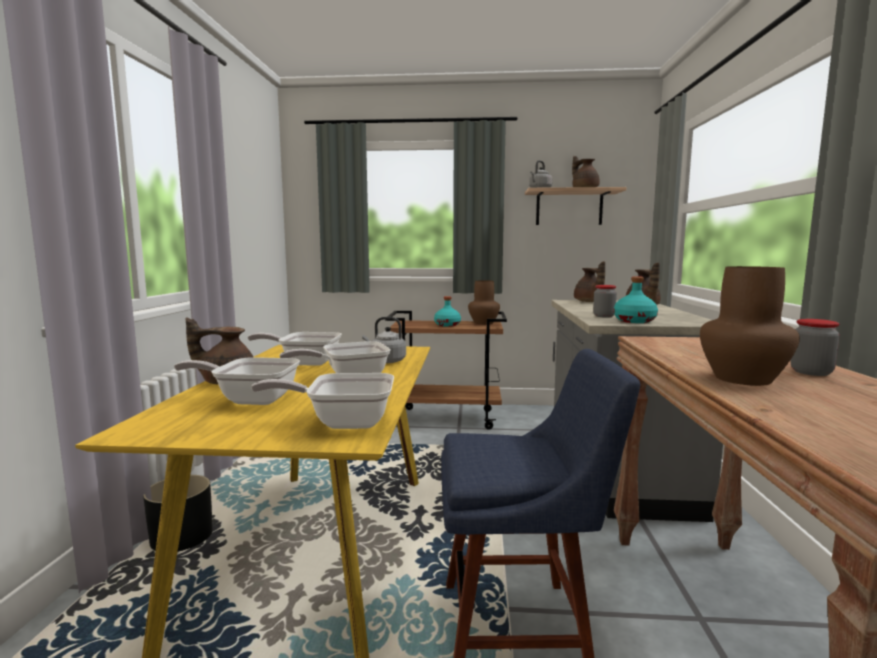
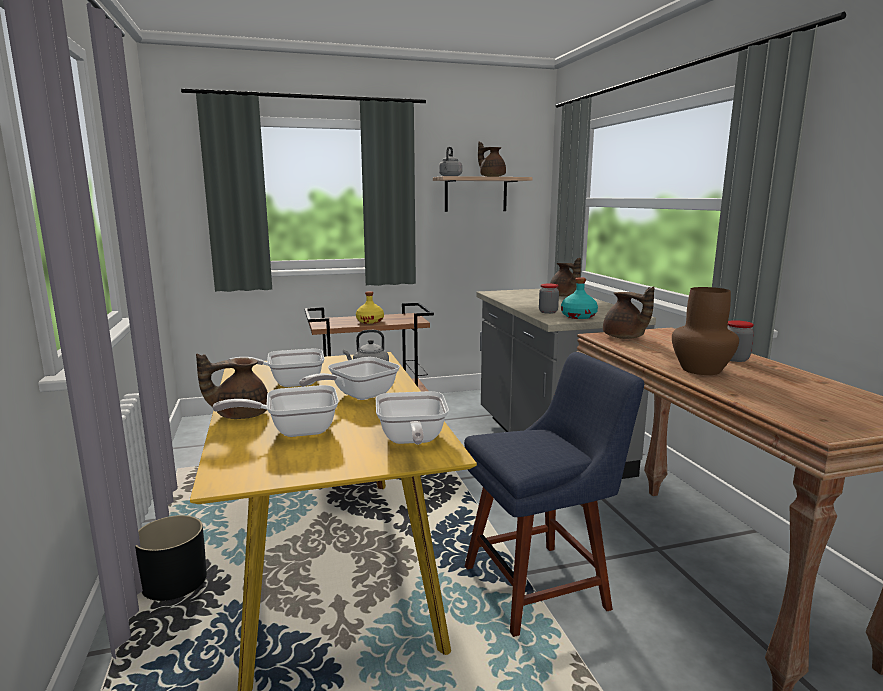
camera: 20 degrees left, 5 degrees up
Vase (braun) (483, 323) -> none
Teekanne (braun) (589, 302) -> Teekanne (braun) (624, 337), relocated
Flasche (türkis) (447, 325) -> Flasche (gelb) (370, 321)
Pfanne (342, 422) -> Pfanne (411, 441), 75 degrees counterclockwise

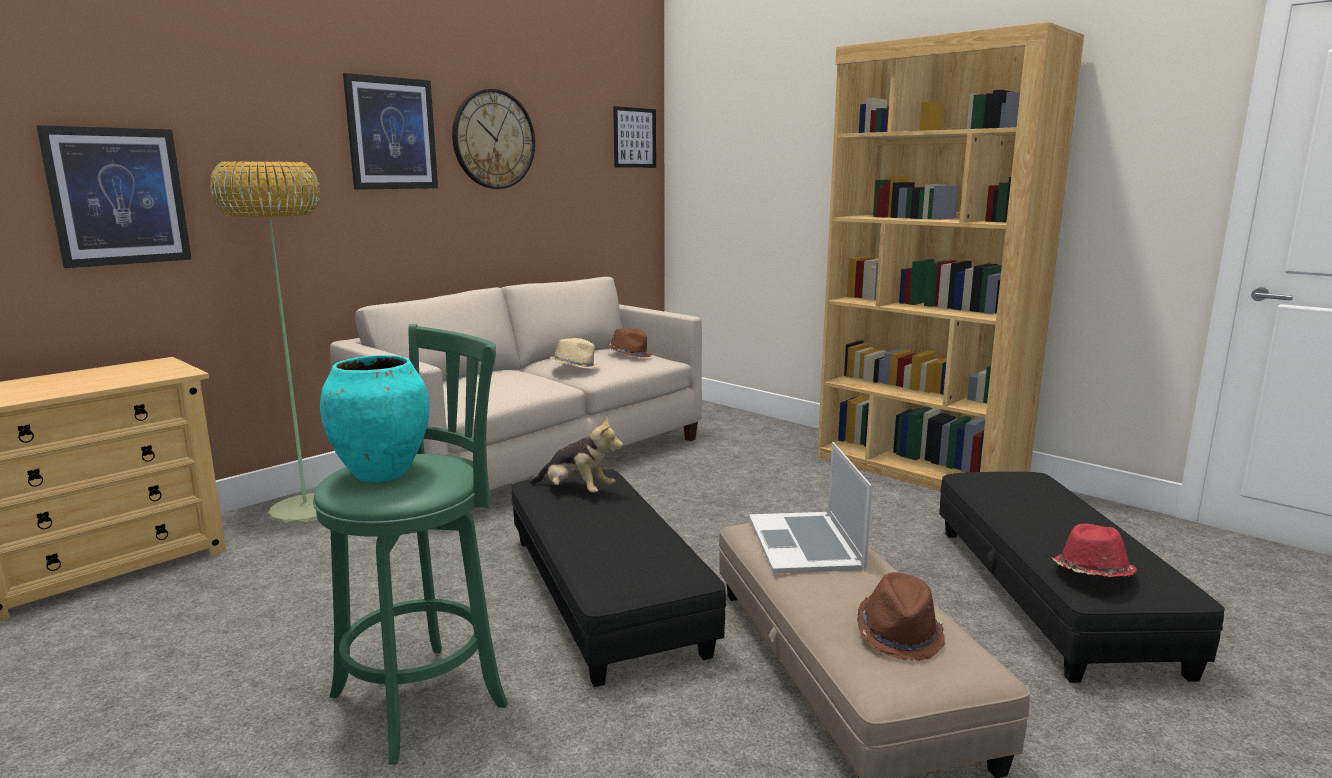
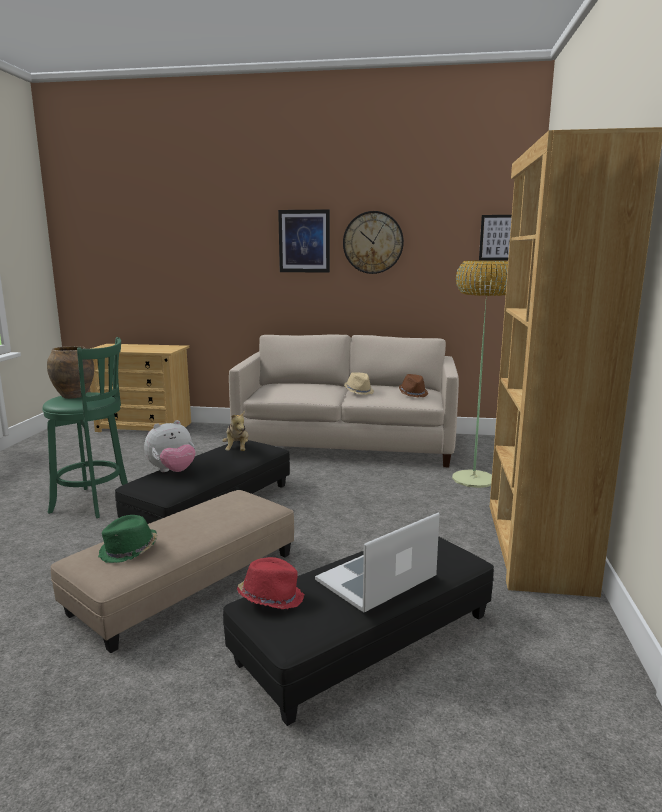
camera: 55 degrees right, 0 degrees up
Bild (118, 196) -> none
none -> Plüschtier (172, 471)
Stehlampe (306, 508) -> Stehlampe (474, 479), relocated
Laptop (805, 542) -> Laptop (377, 578), relocated
Vase (türkis) (380, 474) -> Vase (braun) (74, 396)
Hut (braun) (900, 634) -> Hut (grün) (129, 551)

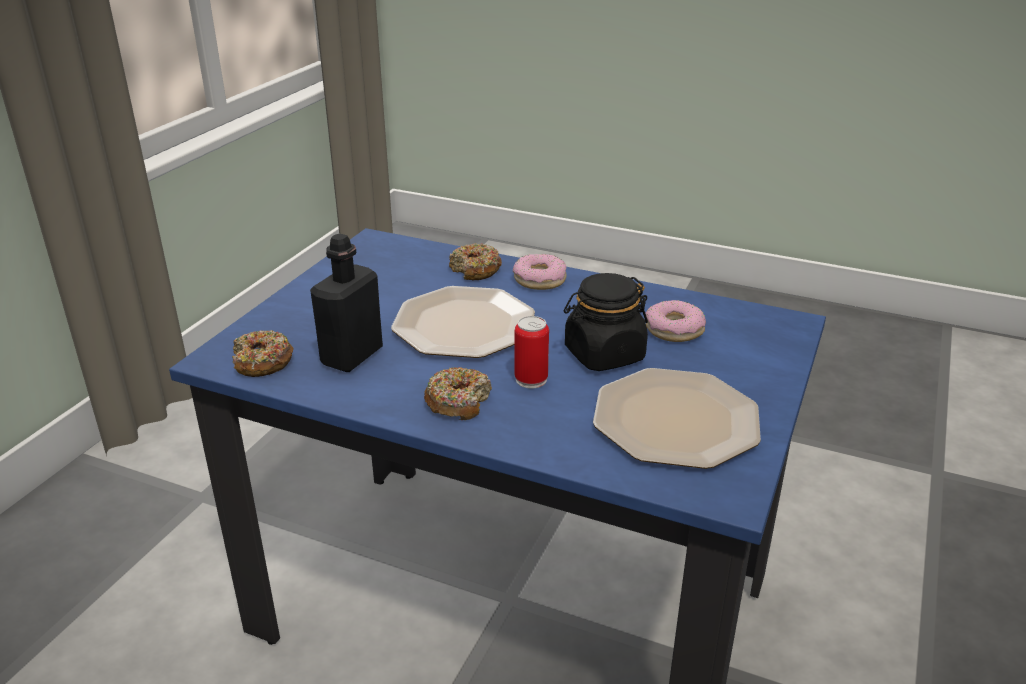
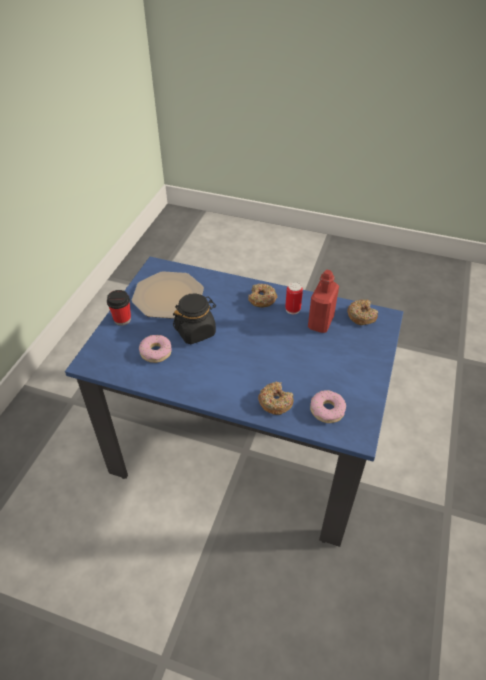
camera: 175 degrees right, 15 degrees up
Teller (464, 324) -> none
none -> Tasse (122, 319)
Donut (540, 280) -> Donut (327, 410), relocated
Dose (531, 379) -> Dose (292, 309), relocated
Flasche (schwarz) (352, 356) -> Flasche (rot) (320, 322)

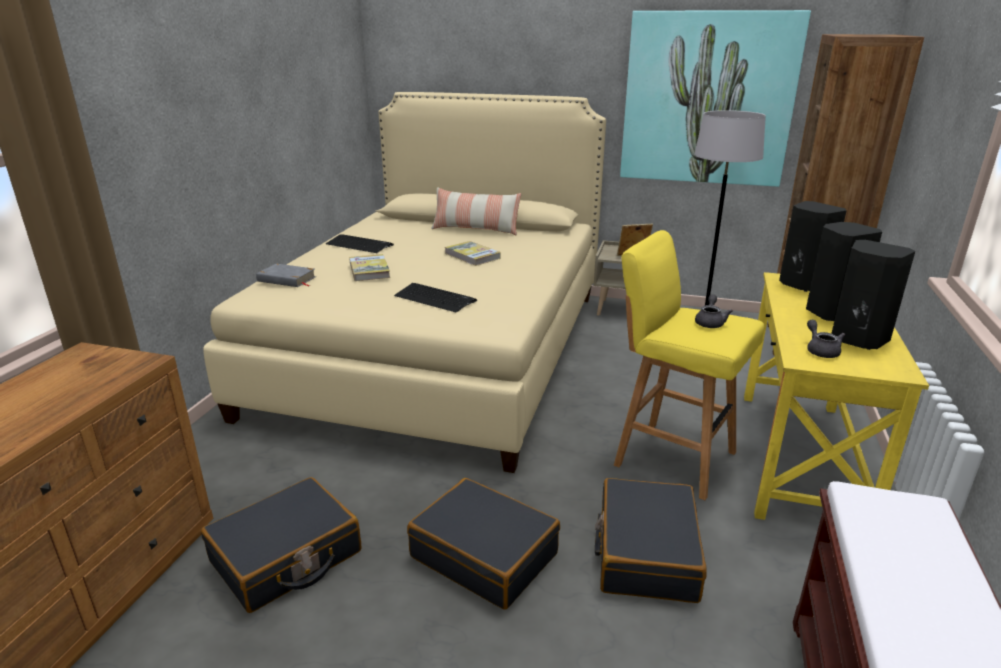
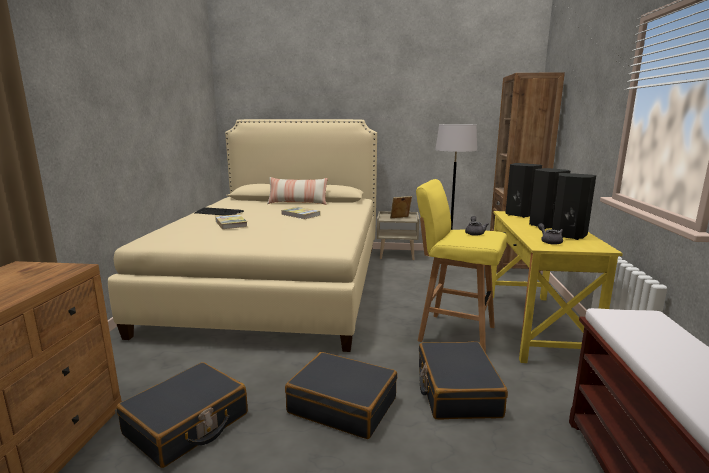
camera: 10 degrees left, 10 degrees down
Buch (grau) (286, 279) -> none
Tastatur (435, 298) -> none
Bild (707, 99) -> none

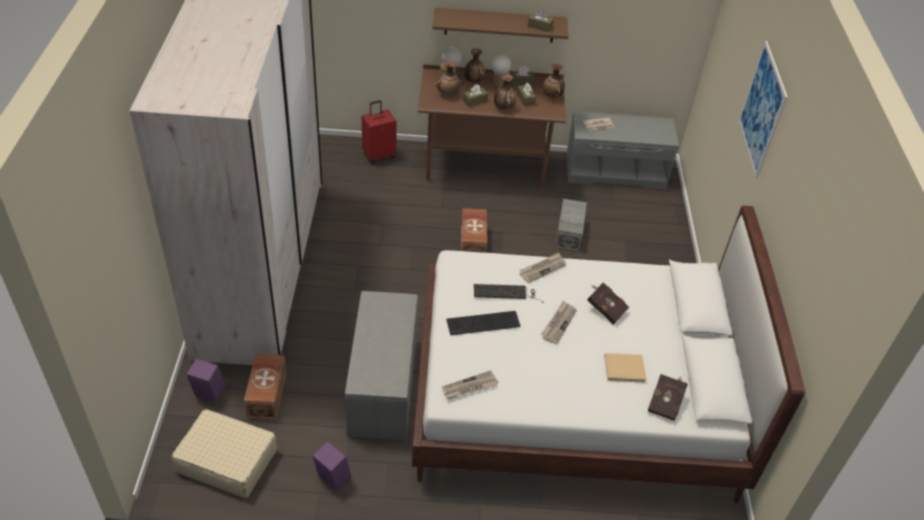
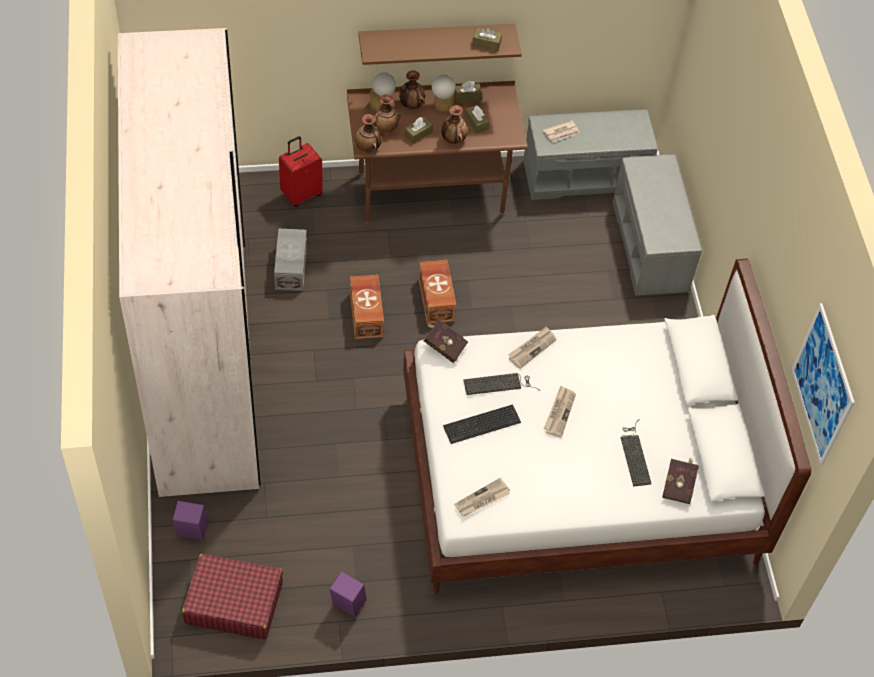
camera: 10 degrees left, 10 degrees up
Aufbewahrungsbox (braun) (268, 394) -> Aufbewahrungsbox (braun) (367, 314), relocated
Bank (grau) (384, 387) -> Bank (grau) (651, 246), relocated
Vase (552, 96) -> Vase (368, 148), relocated
Aufbewahrungsbox (grau) (568, 234) -> Aufbewahrungsbox (grau) (290, 268), relocated
Buch (rot) (605, 309) -> Buch (rot) (443, 346), relocated
Bild (762, 109) -> Bild (822, 385), relocated
Buch (beige) (626, 369) -> Tastatur (635, 454)
Koffer (beige) (226, 460) -> Koffer (rot) (233, 602)

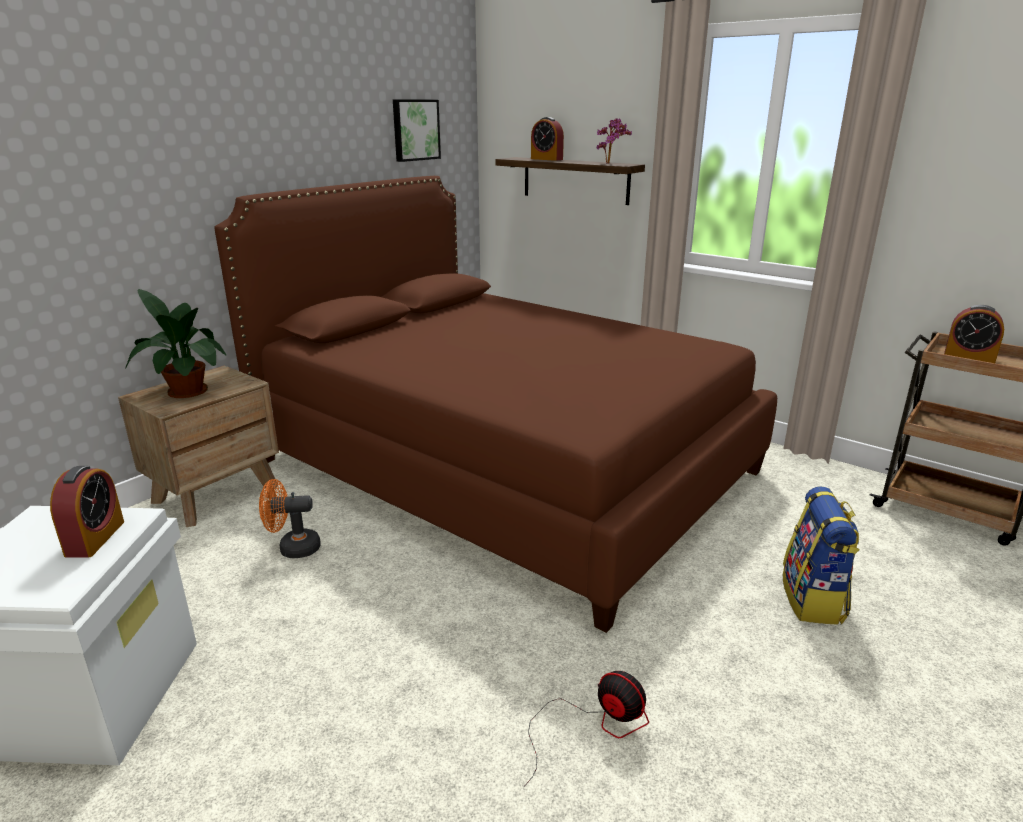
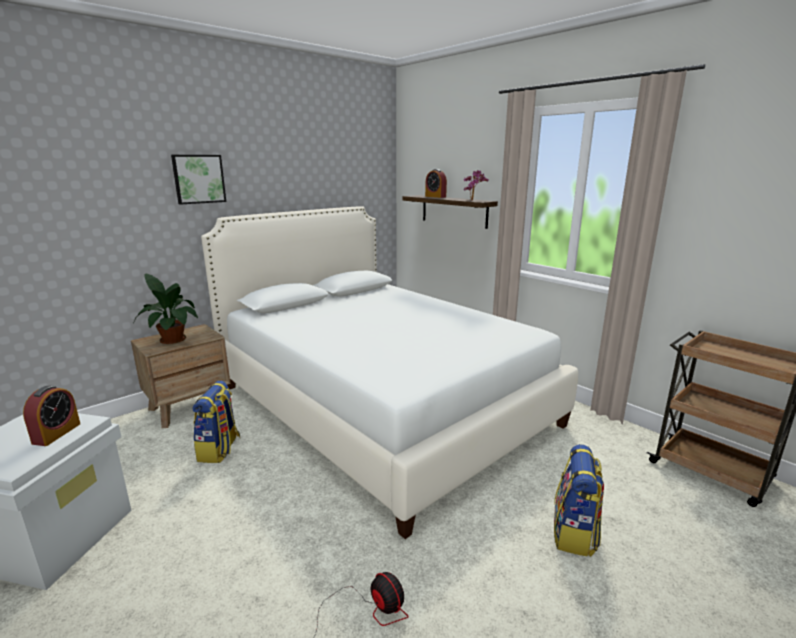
camera: 10 degrees right, 5 degrees down
Wecker (968, 358) -> none
Bild (415, 130) -> Bild (198, 179), relocated
Ventilator (orange) (293, 548) -> Rucksack (219, 450)
Bett (braun) (504, 465) -> Bett (weiß) (382, 404)

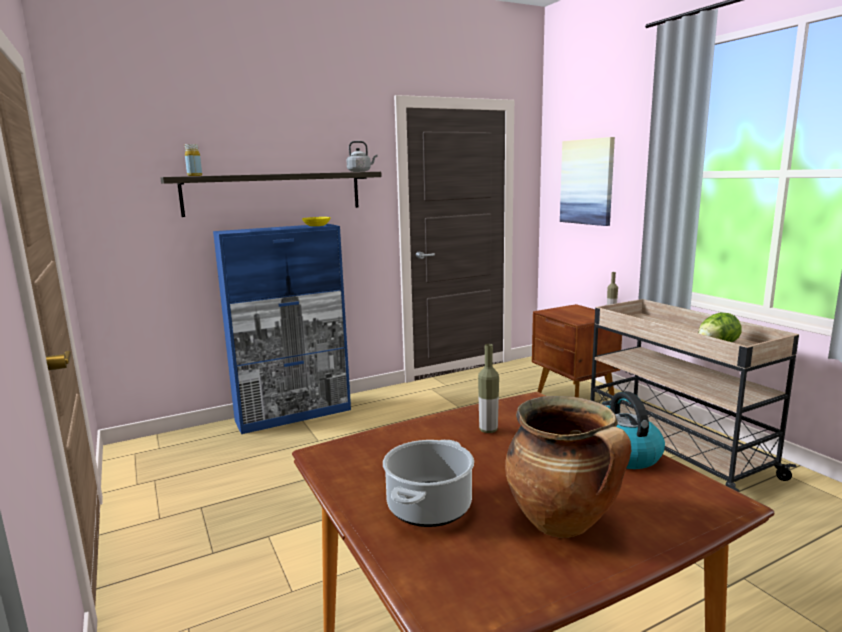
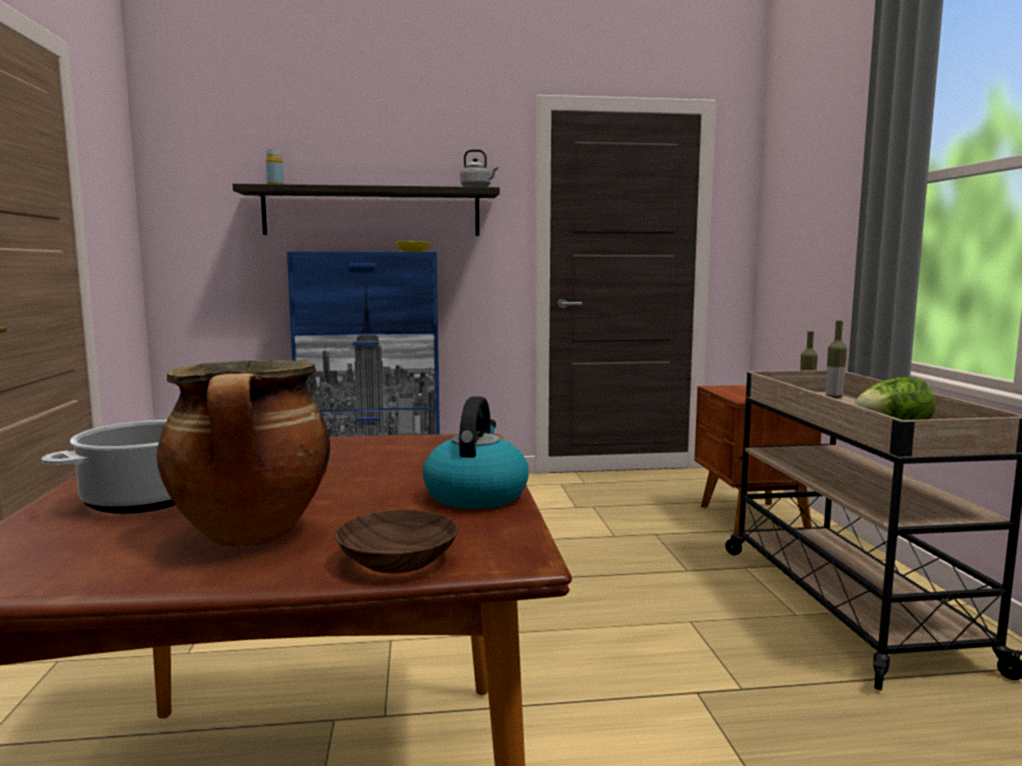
camera: 20 degrees right, 5 degrees down
Bild (587, 182) -> none
none -> Schüssel (braun) (394, 560)
Flasche (488, 430) -> Flasche (833, 397), relocated

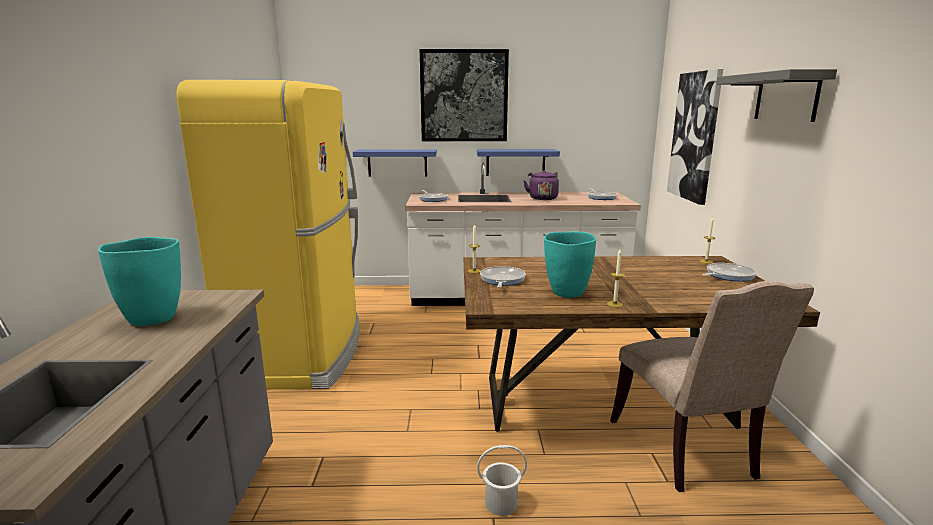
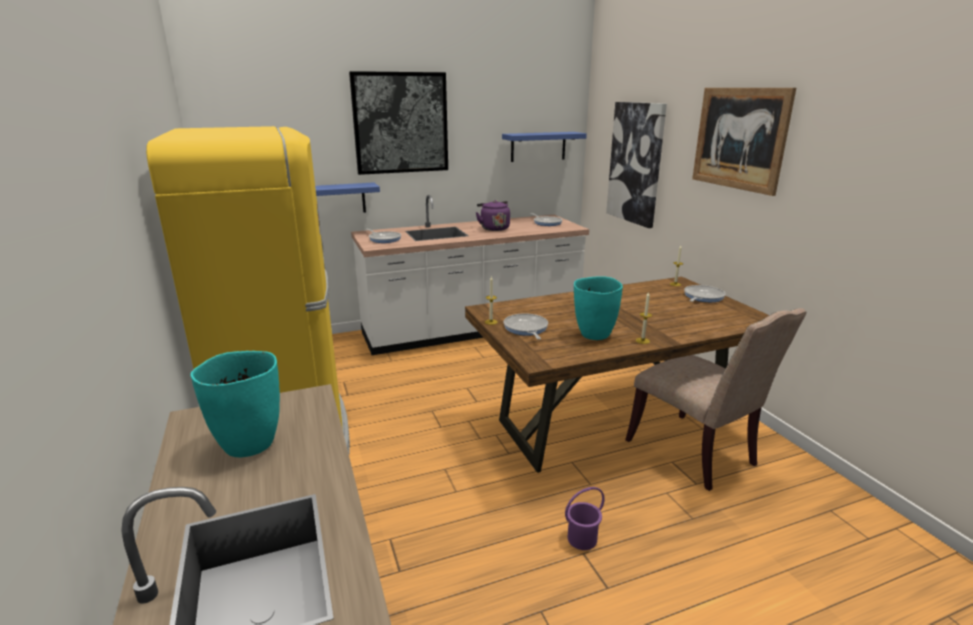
camera: 20 degrees left, 5 degrees up
Wandregal (blau) (515, 162) -> Wandregal (blau) (538, 146), relocated
Wandregal (grau) (786, 97) -> Bild (739, 138)
Eimer (weiß) (501, 504) -> Eimer (lila) (582, 539)

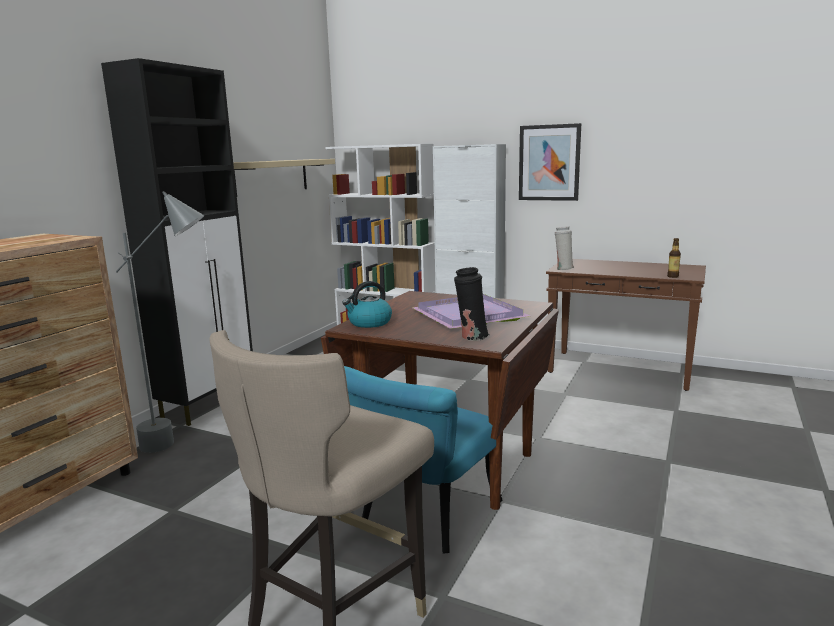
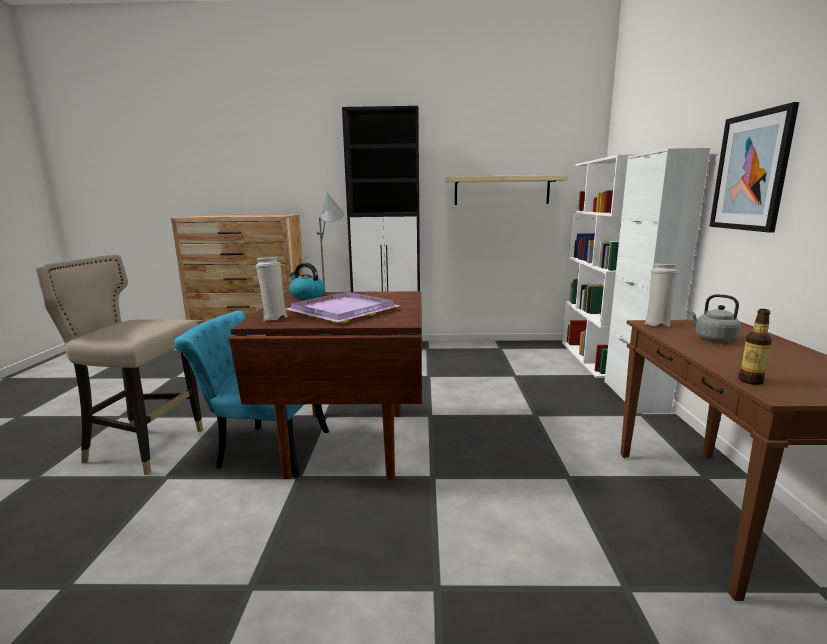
camera: 65 degrees right, 0 degrees up
none -> Wasserkessel (grau) (712, 339)
Vase (schwarz) (471, 337) -> Vase (weiß) (274, 318)

